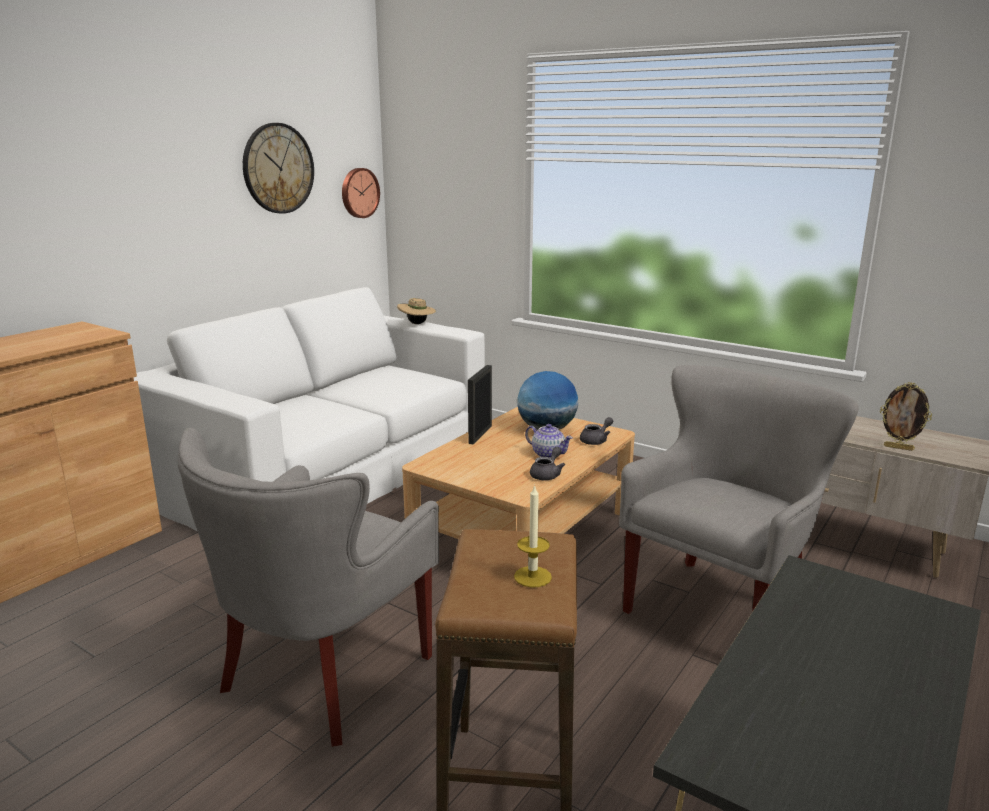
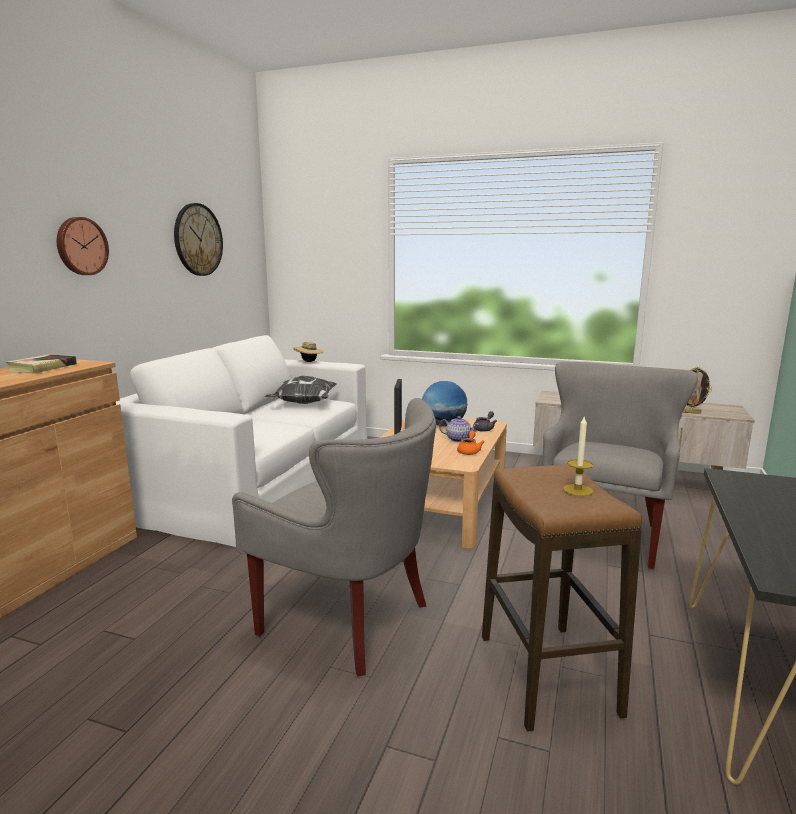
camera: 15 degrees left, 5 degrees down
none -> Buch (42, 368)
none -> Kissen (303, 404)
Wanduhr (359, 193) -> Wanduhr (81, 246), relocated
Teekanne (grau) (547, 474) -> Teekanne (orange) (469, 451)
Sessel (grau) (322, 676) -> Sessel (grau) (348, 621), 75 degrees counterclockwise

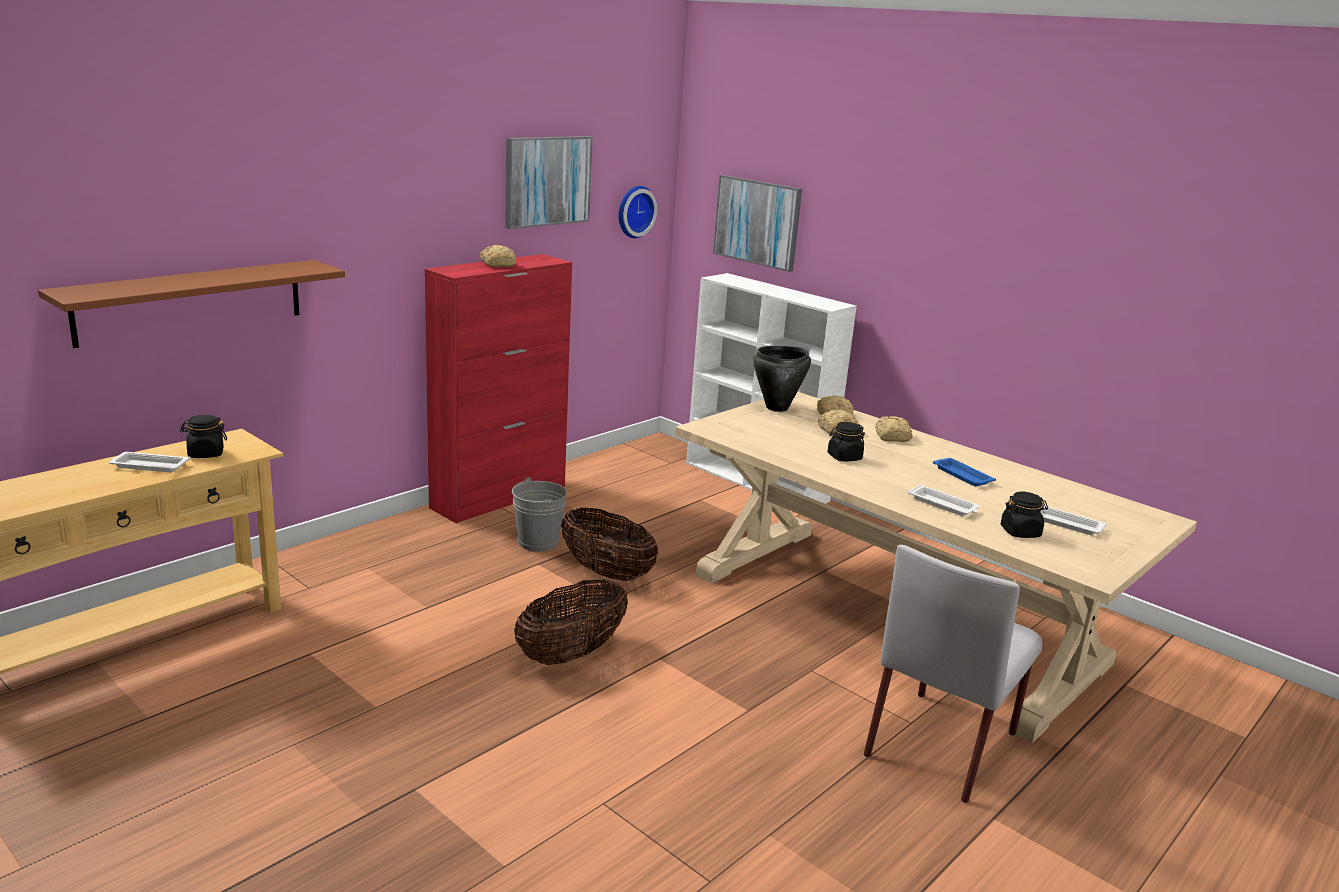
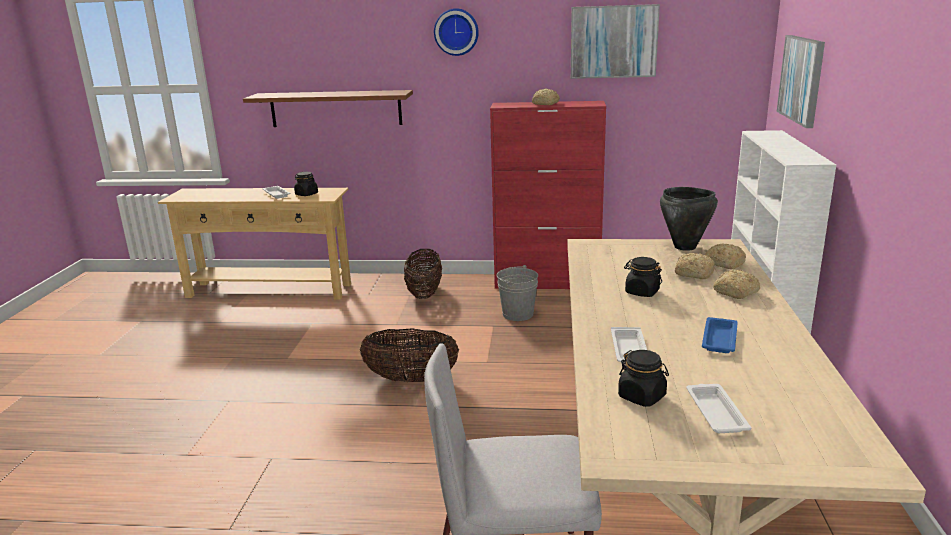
camera: 55 degrees right, 0 degrees up
Korb (606, 573) -> Korb (424, 293), relocated
Wanduhr (634, 211) -> Wanduhr (456, 32), relocated

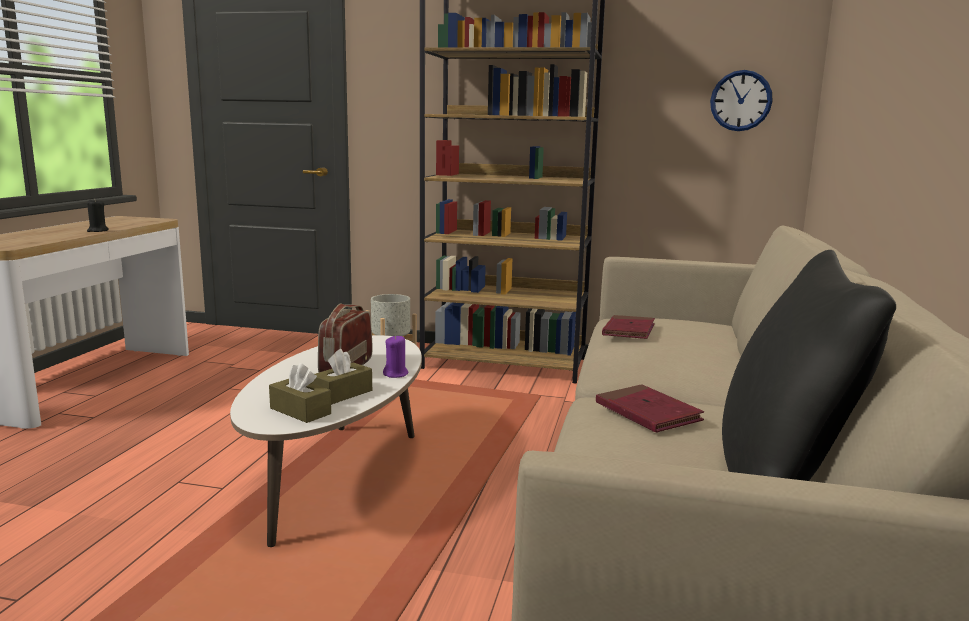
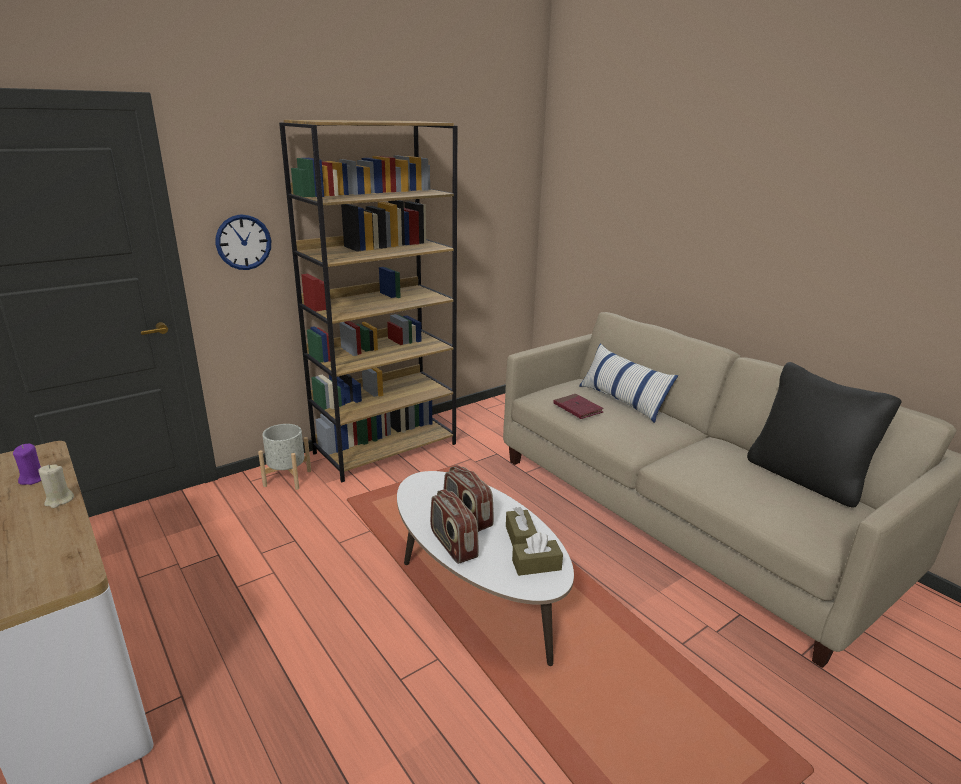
camera: 50 degrees left, 10 degrees up
Buch (rot) (647, 413) -> none
none -> Radio (453, 545)
none -> Kissen (622, 401)
Kerze (lila) (396, 374) -> Kerze (lila) (33, 479), relocated
Wanduhr (740, 100) -> Wanduhr (243, 242), relocated
Kerze (schwarz) (97, 231) -> Kerze (beige) (59, 500)

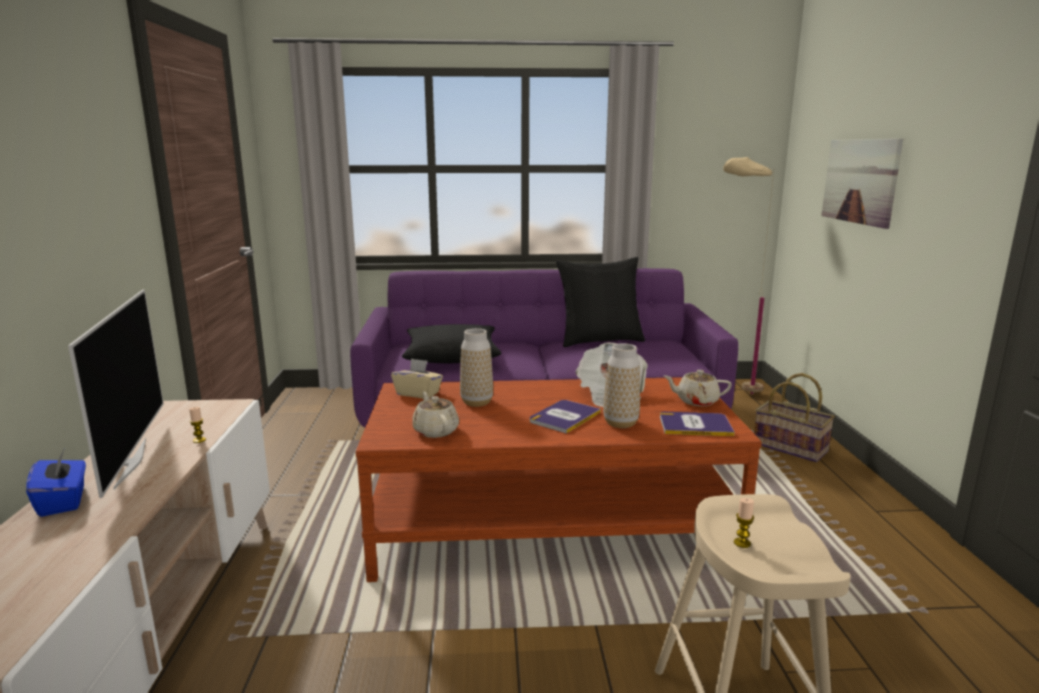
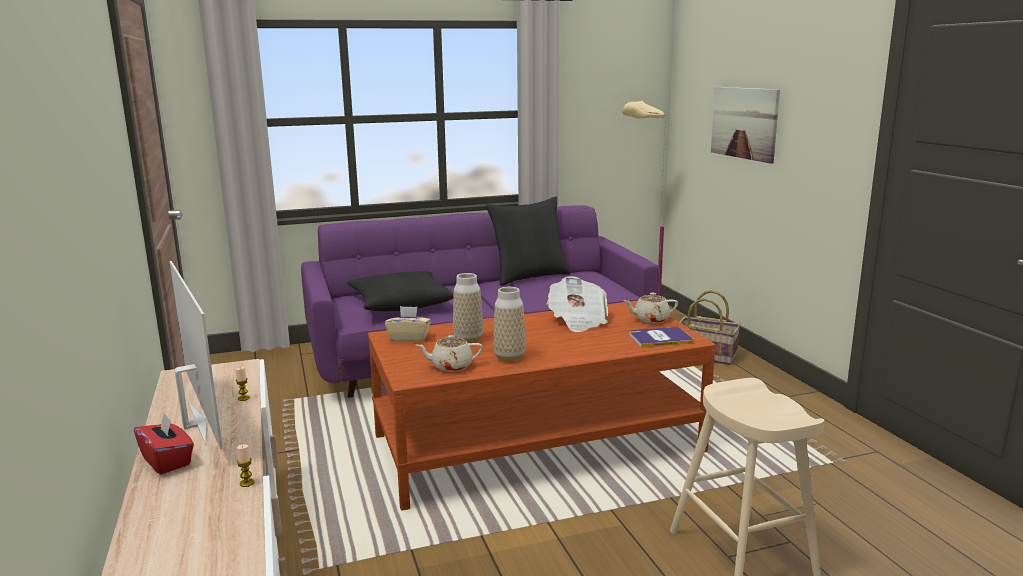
camera: 15 degrees left, 0 degrees up
Buch (564, 417) -> none
Vase (620, 423) -> Vase (509, 358), relocated
Kerze (742, 543) -> Kerze (247, 483), relocated
Taschentuchbox (blau) (63, 501) -> Taschentuchbox (rot) (167, 461)
Teekanne (beige) (435, 430) -> Teekanne (beige) (451, 366), 60 degrees counterclockwise

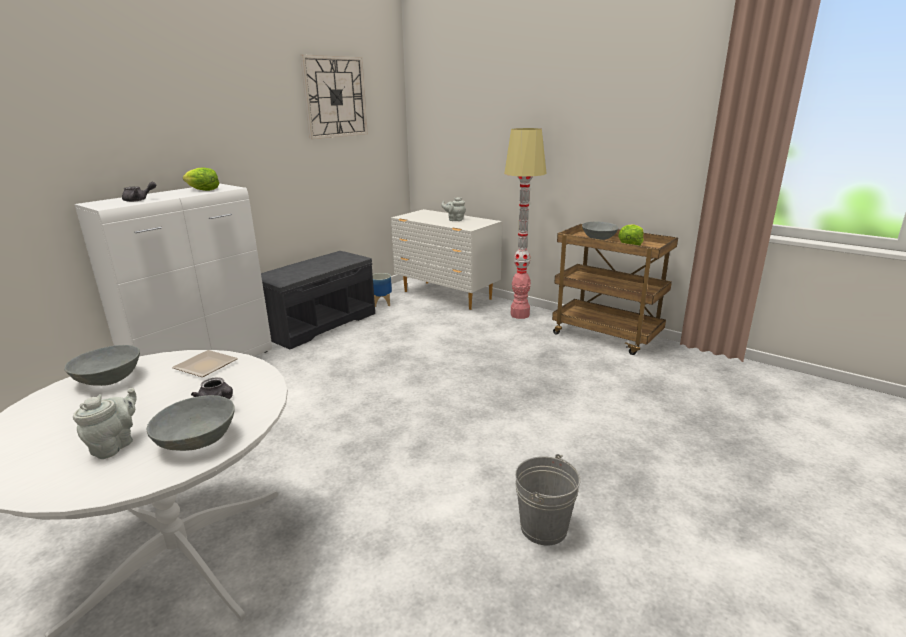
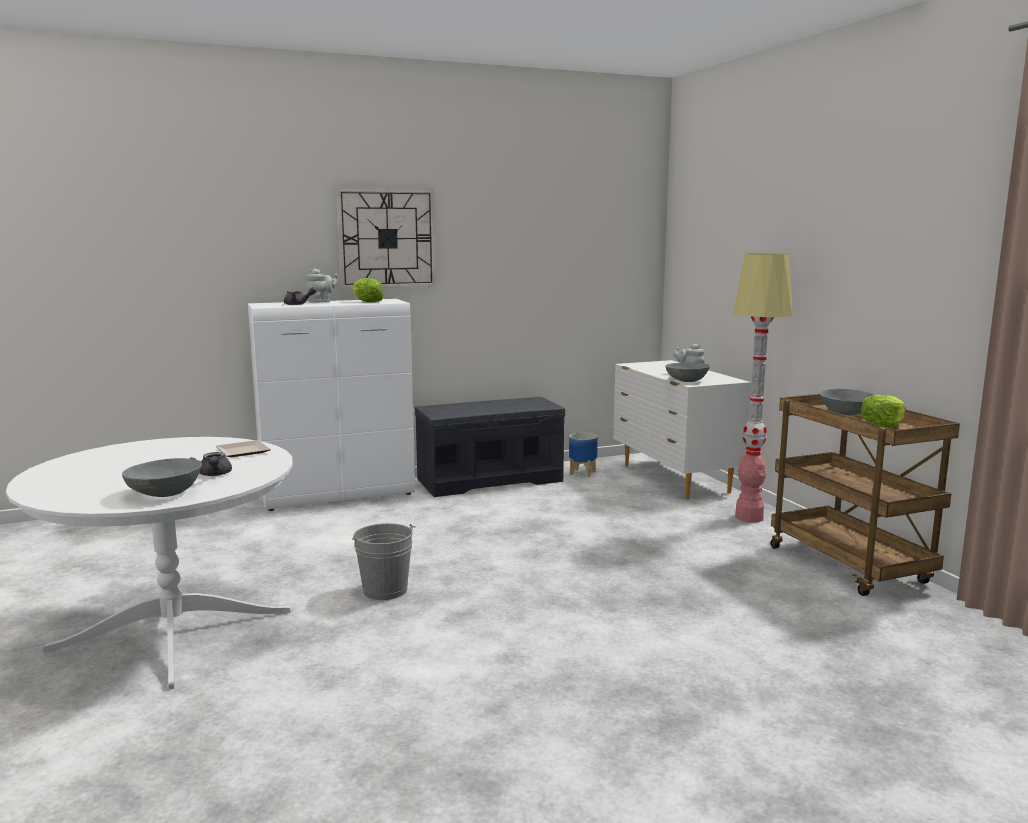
camera: 30 degrees right, 10 degrees down
Schüssel (grau) (110, 379) -> Schüssel (grau) (687, 380), relocated
Teekanne (grau) (115, 445) -> Teekanne (grau) (321, 302), relocated
Wanduhr (335, 97) -> Wanduhr (387, 238), relocated
Eimer (grau) (543, 528) -> Eimer (grau) (385, 590), relocated

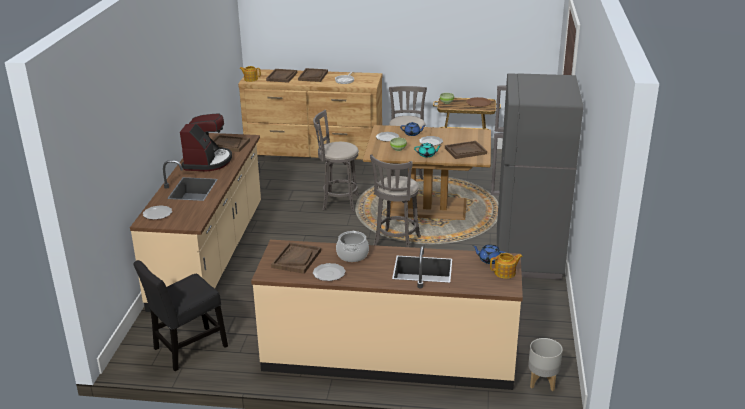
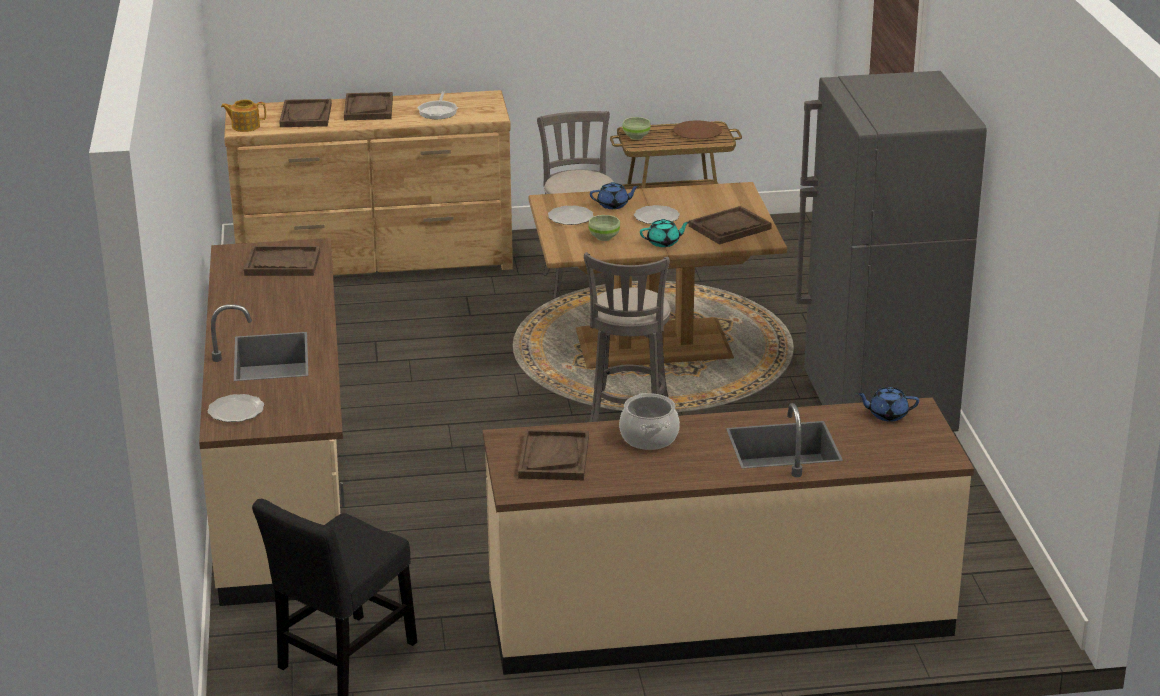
camera: 15 degrees left, 0 degrees up
Kaffeemaschine (207, 161) -> none
Hocker (grau) (338, 202) -> none
Teller (328, 273) -> none
Teekanne (505, 273) -> none
Pflanzkübel (grau) (542, 382) -> none

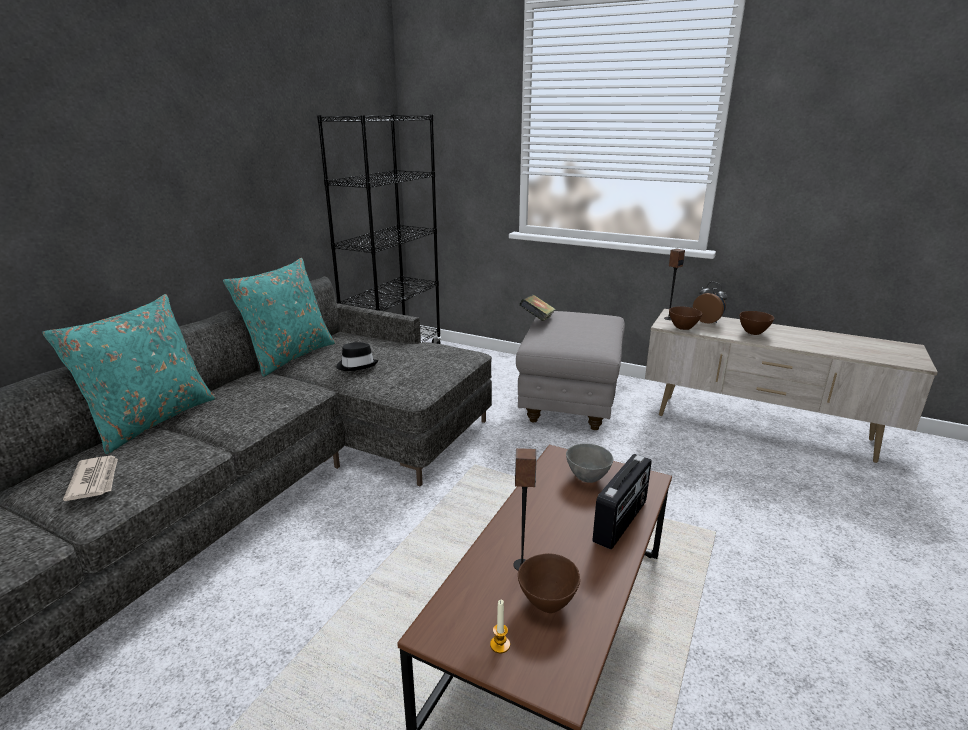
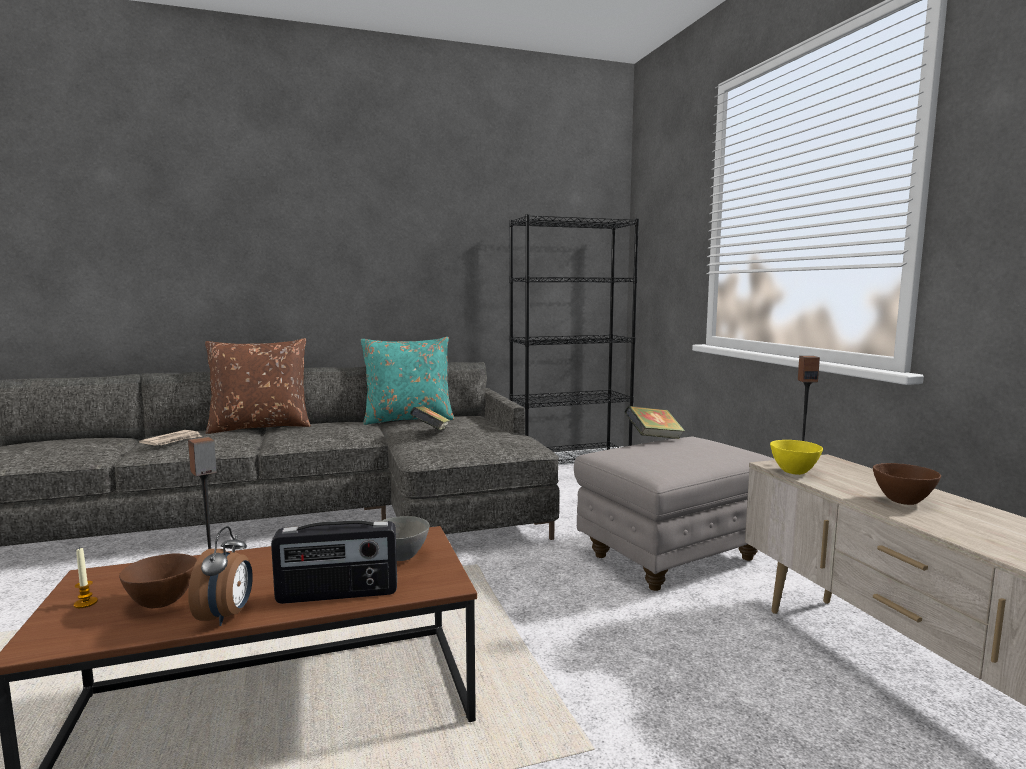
camera: 45 degrees right, 15 degrees down
Wecker (708, 321) -> Wecker (226, 616), relocated
Hut (schwarz) (357, 365) -> Buch (431, 433)
Kissen (türkis) (151, 419) -> Kissen (braun) (260, 427)
Schüssel (braun) (683, 328) -> Schüssel (gelb) (794, 472)

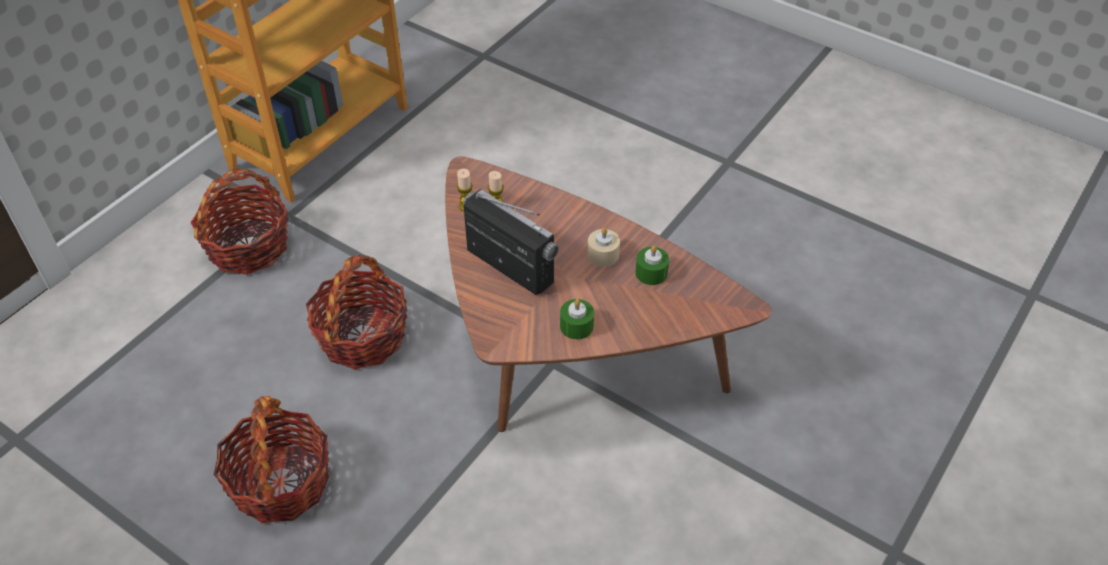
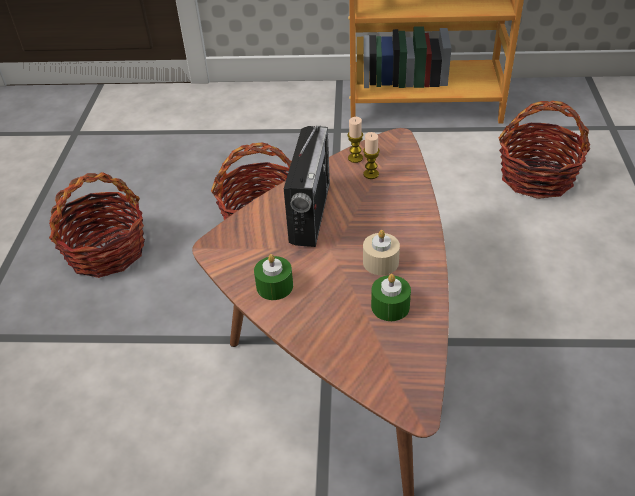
camera: 60 degrees right, 5 degrees down
Korb (248, 246) -> Korb (537, 177), relocated

